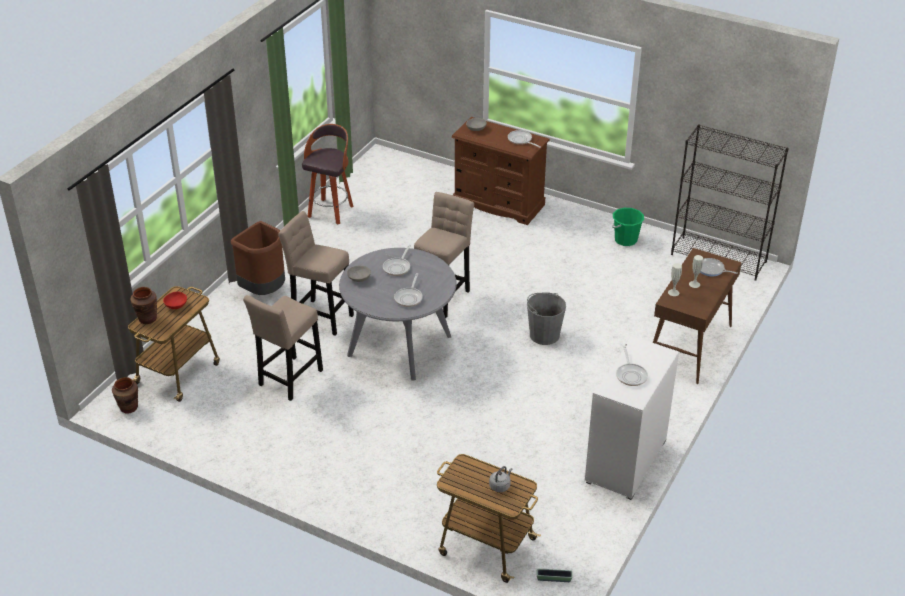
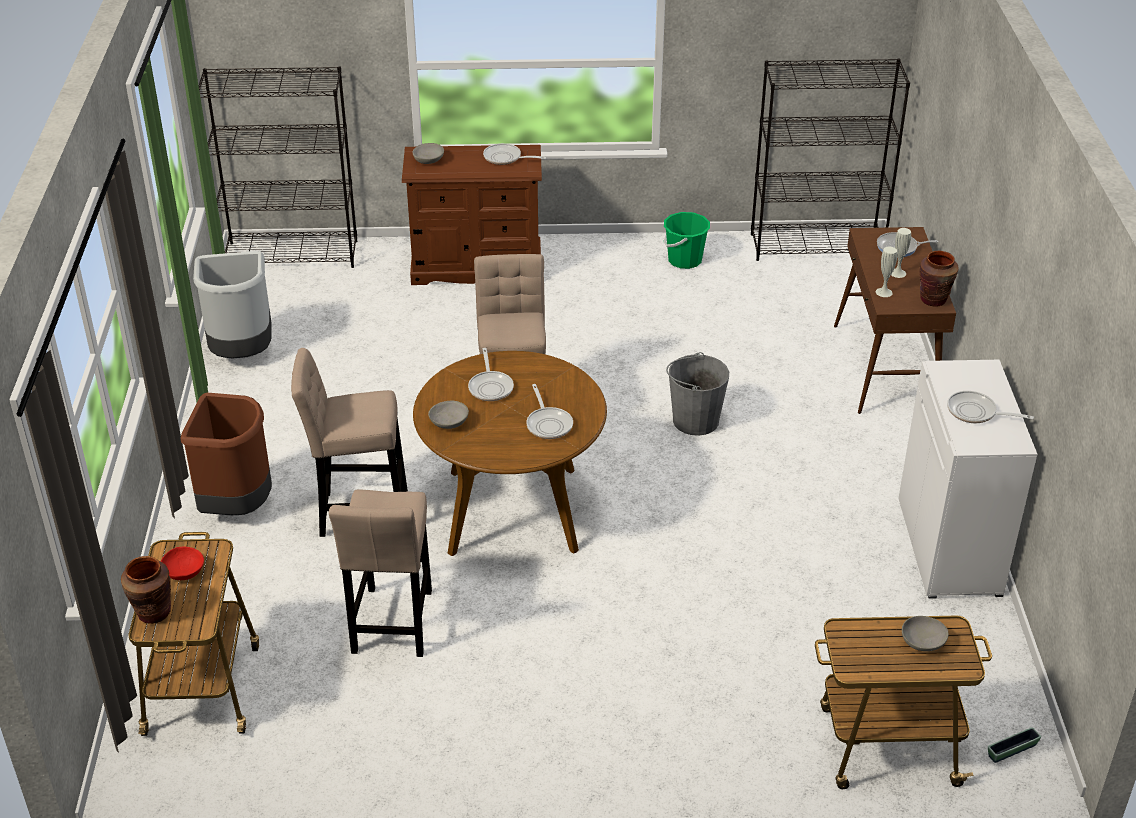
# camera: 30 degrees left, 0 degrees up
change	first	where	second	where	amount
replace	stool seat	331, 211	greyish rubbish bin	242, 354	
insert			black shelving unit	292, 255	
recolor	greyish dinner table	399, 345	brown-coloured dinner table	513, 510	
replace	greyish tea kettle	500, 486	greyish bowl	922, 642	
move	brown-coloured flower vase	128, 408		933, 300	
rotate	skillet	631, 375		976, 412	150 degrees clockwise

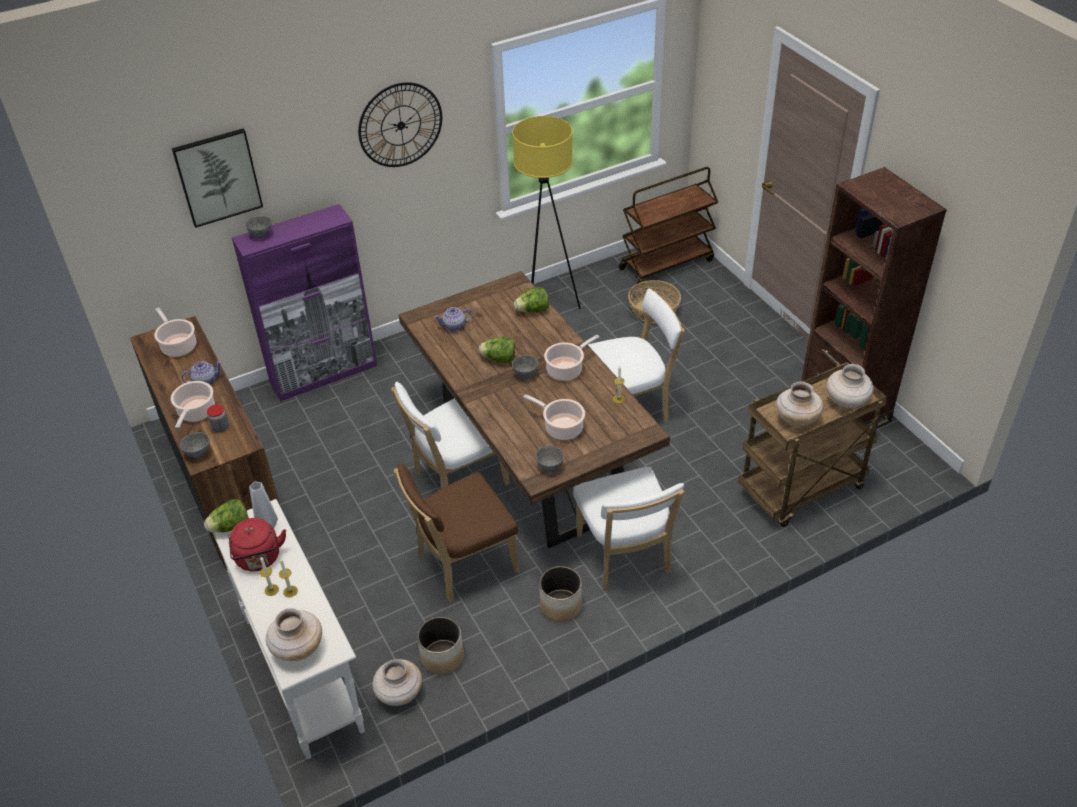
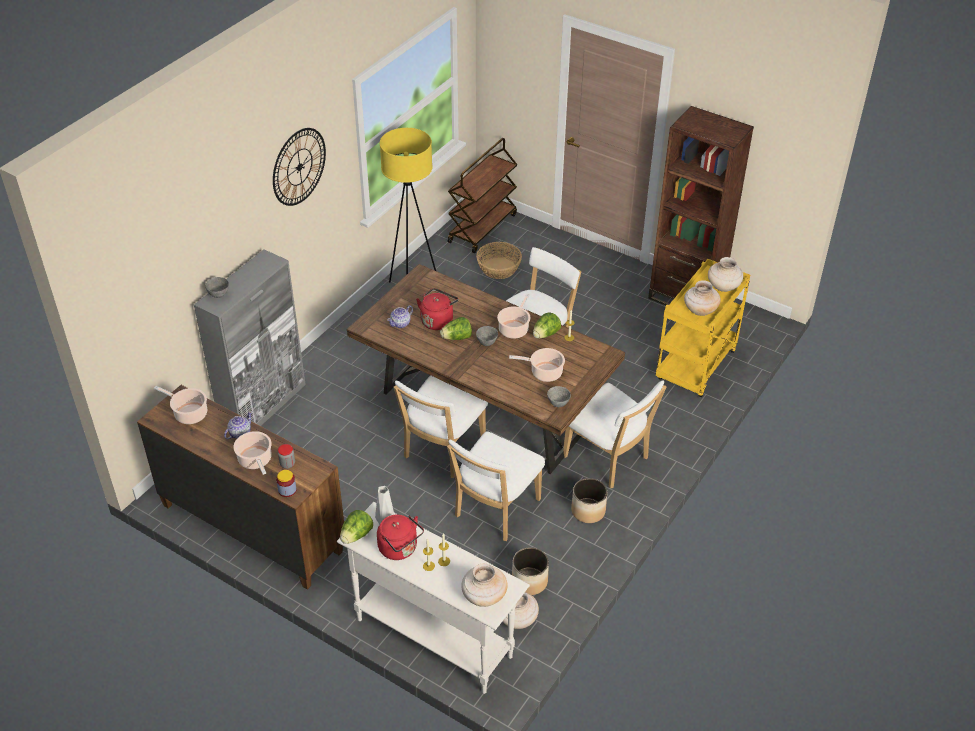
# camera: 30 degrees left, 0 degrees up
change	first	where	second	where	amount
recolor	purplish cabinet	324, 373	greyish cabinet	264, 406	
replace	greyish bowl	198, 454	jar	287, 490	
insert			reddish tea kettle	437, 320	
recolor	brown-coloured chair	463, 564	white chair	494, 510	
move	head of lettuce	532, 310		545, 334	
recolor	brown-coloured cart	801, 490	yellow cart	696, 367	
delete	wall art	218, 177			

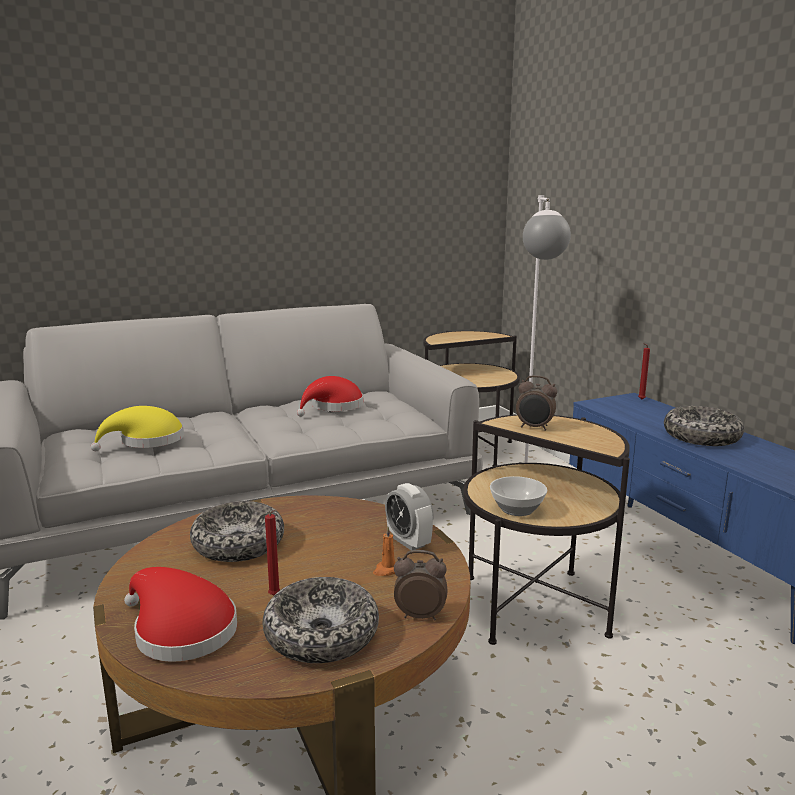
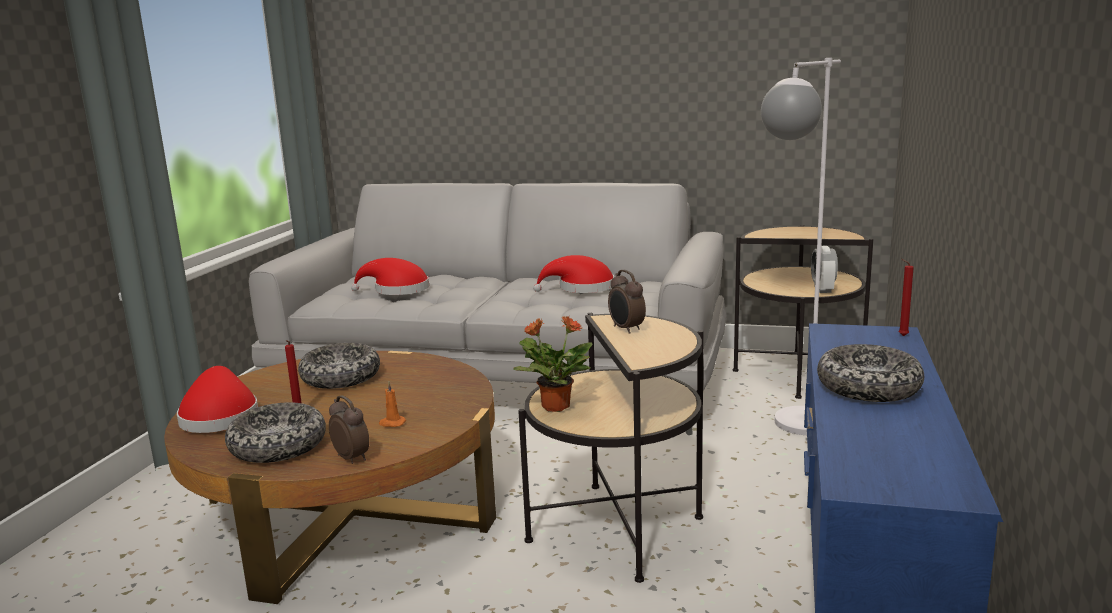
# camera: 40 degrees right, 0 degrees up
change	first	where	second	where	amount
recolor	yellow hat	147, 441	reddish hat	397, 290	
replace	bowl	516, 509	houseplant	554, 406	
move	alarm clock	408, 542		822, 289	

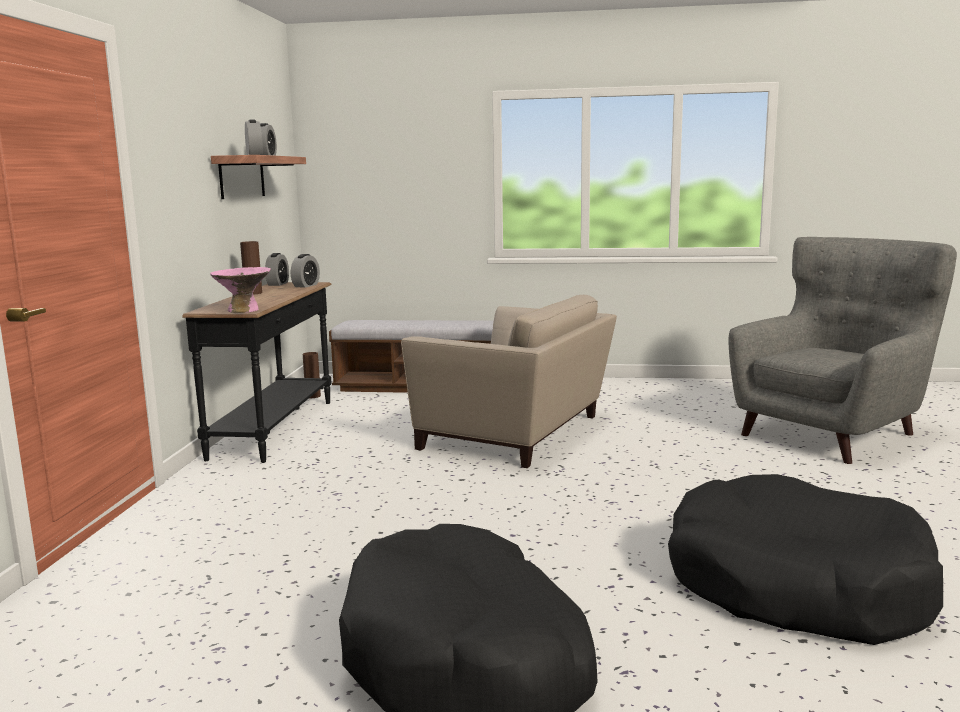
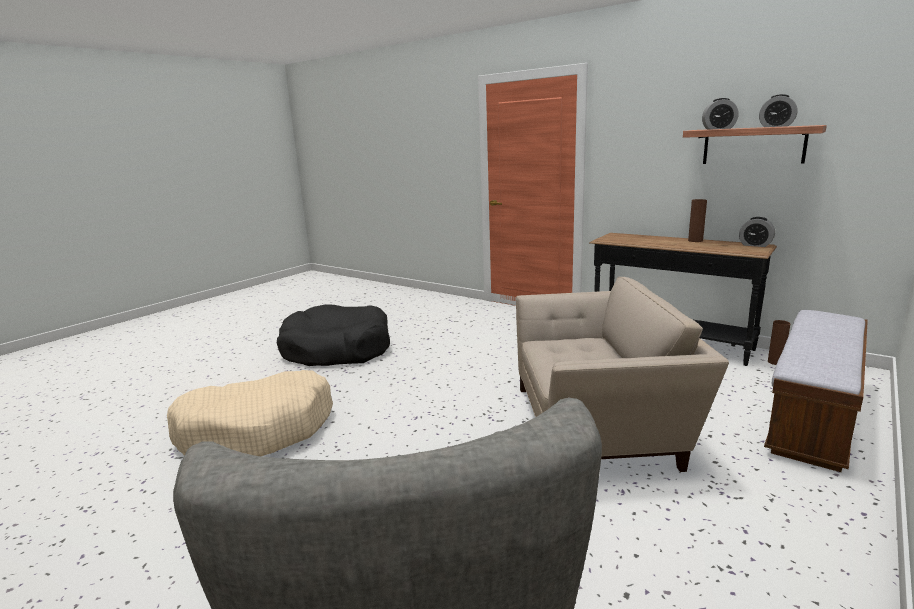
# camera: 120 degrees right, 5 degrees up
change	first	where	second	where	amount
recolor	black dog bed	795, 585	beige dog bed	257, 431	
rotate	beige easy chair	516, 433		599, 424	150 degrees counterclockwise
delete	pinkish bowl	244, 310			
delete	alarm clock	306, 285			

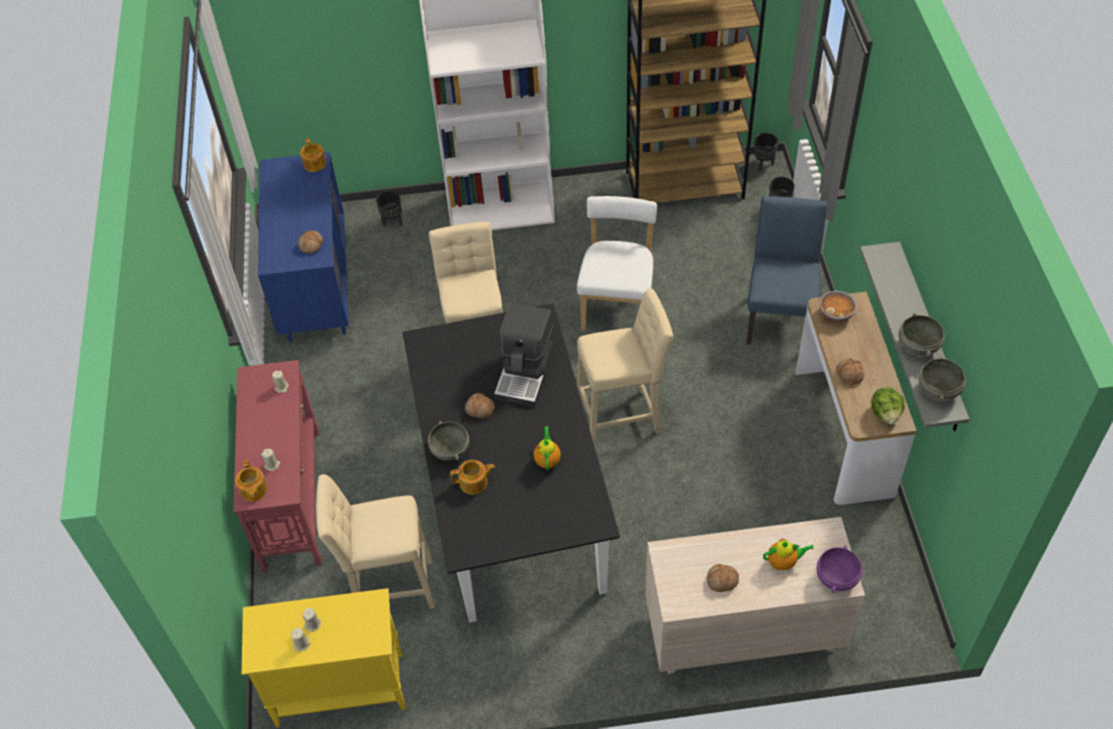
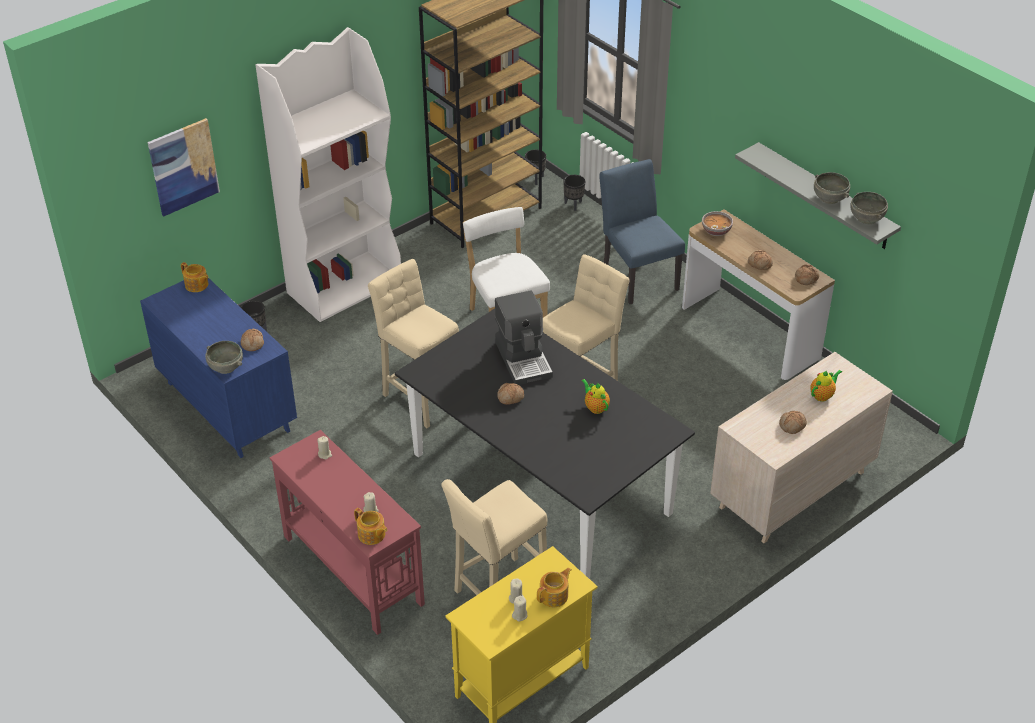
# camera: 35 degrees left, 10 degrees down
change	first	where	second	where	amount
insert			wall art	183, 167	
move	greyish bowl	449, 450		225, 367	
move	pot for tea	474, 483		554, 596	
replace	head of lettuce	886, 414	bread	806, 278	
delete	purplish bowl	837, 578			

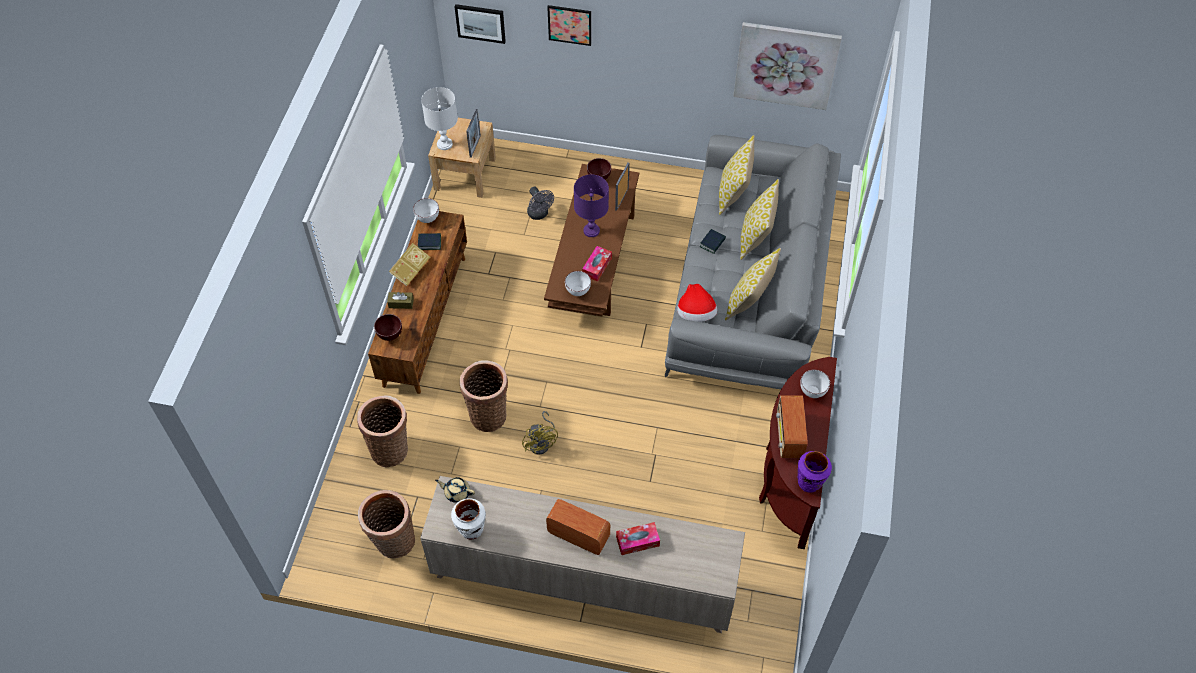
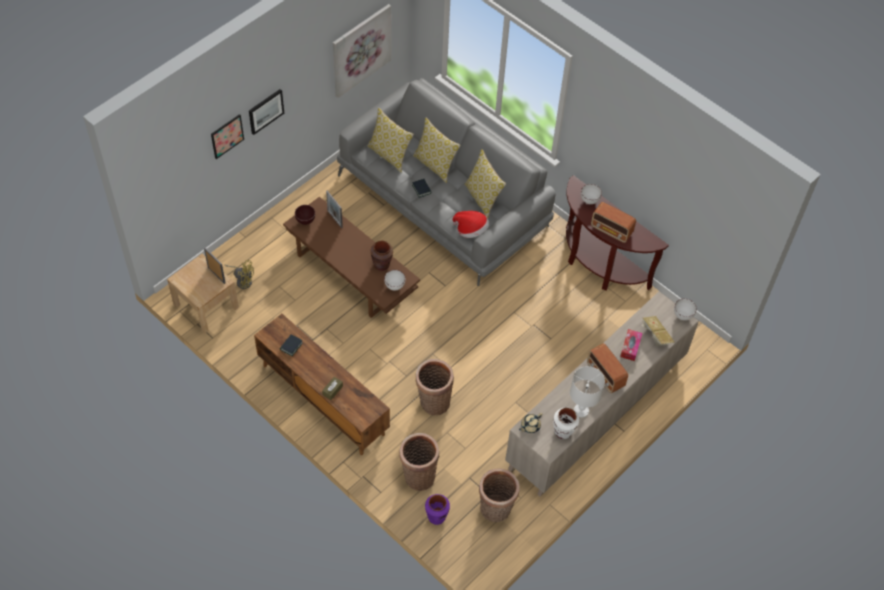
# camera: 60 degrees left, 0 degrees up
change	first	where	second	where	amount
move	yellow electric fan	542, 442		243, 280	
move	wall art	480, 23		265, 111	
replace	box of tissues	597, 266	brown-coloured flower vase	381, 264	
move	purplish flower vase	809, 482		436, 517	
move	white tabletop lamp	445, 144		581, 410	
rotate	radio receiver	578, 535		605, 376	90 degrees counterclockwise
move	book	410, 271		655, 336	
move	white bowl	428, 219		682, 316	
delete	brown-coloured bowl	391, 336			
delete	greyish electric fan	539, 214			
delete	purplish tabletop lamp	591, 231			

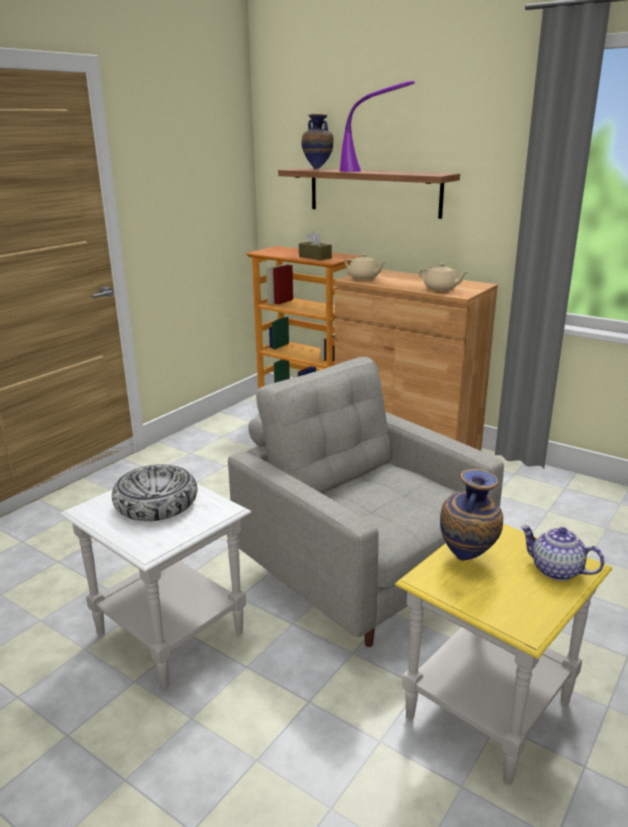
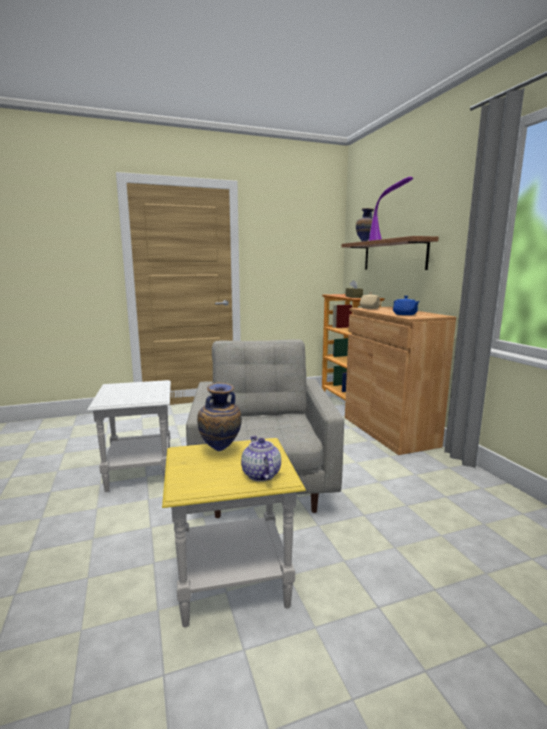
# camera: 35 degrees right, 10 degrees down
change	first	where	second	where	amount
recolor	beige pot for tea	441, 289	bluish pot for tea	405, 314	
delete	bowl	156, 503			

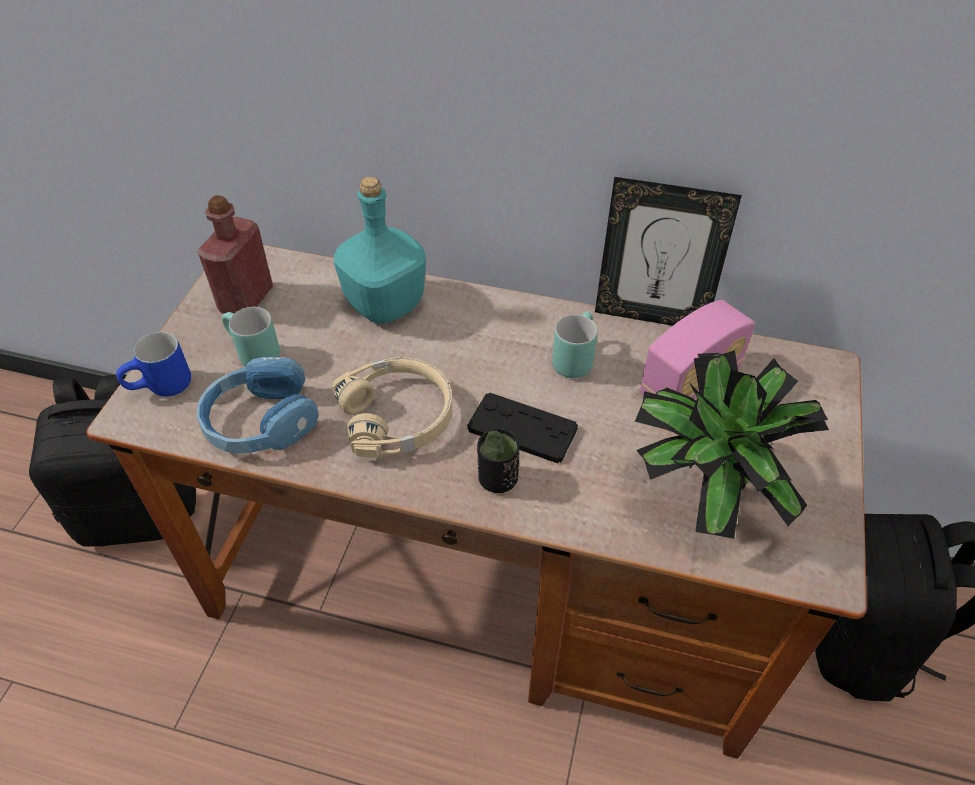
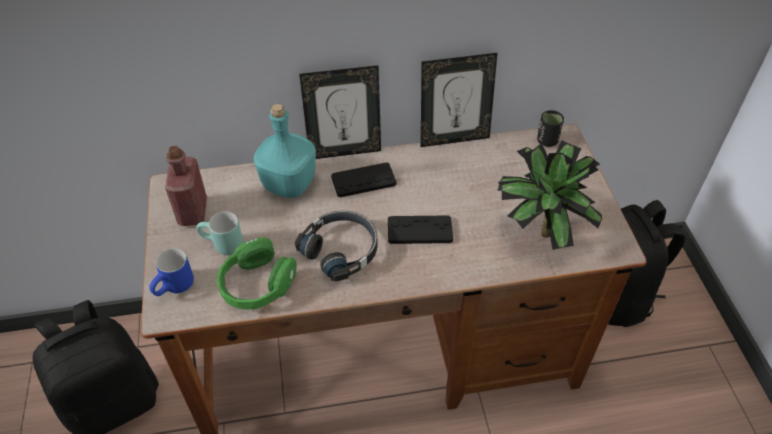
# camera: 25 degrees left, 0 degrees up
change	first	where	second	where	amount
recolor	bluish headphones	260, 422	greenish headphones	257, 284	
recolor	beige headphones	398, 416	black headphones	341, 249	
insert			standing frame	344, 151	
insert			black joypad	363, 181	
move	black cup	497, 479		547, 141	
delete	turquoise mug	572, 358			
delete	radio receiver	690, 382			

